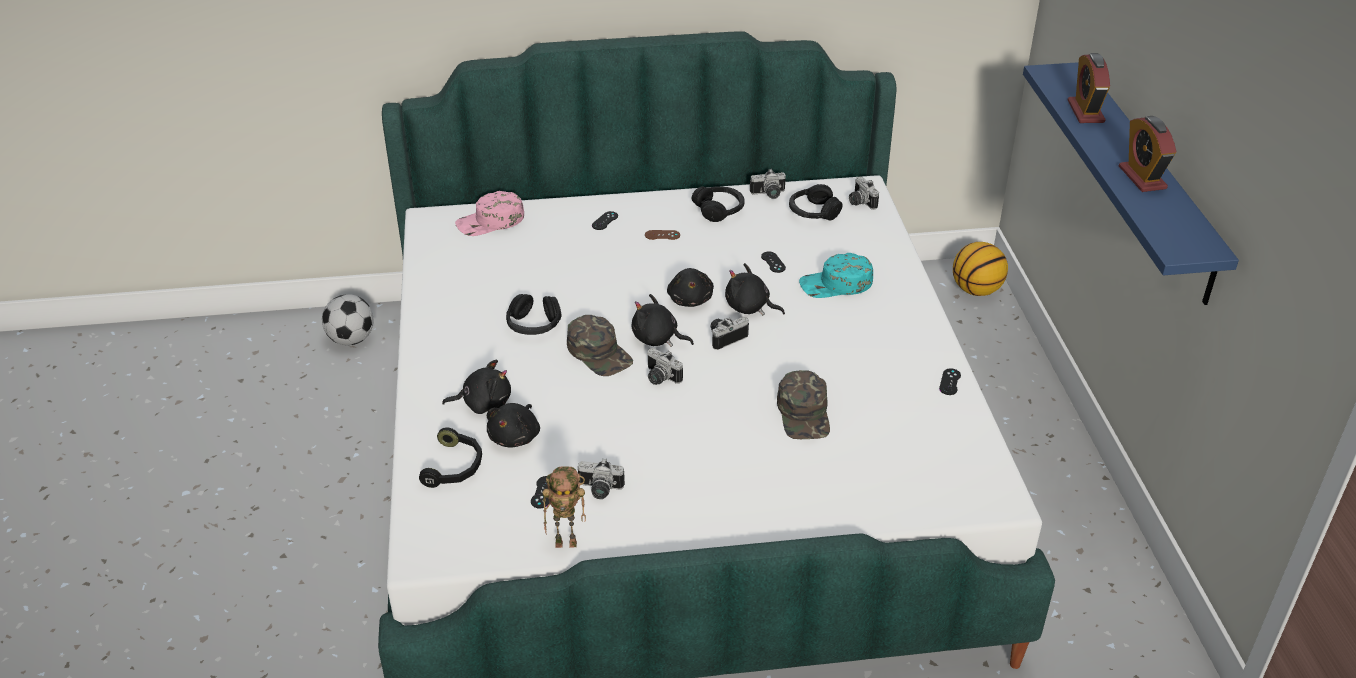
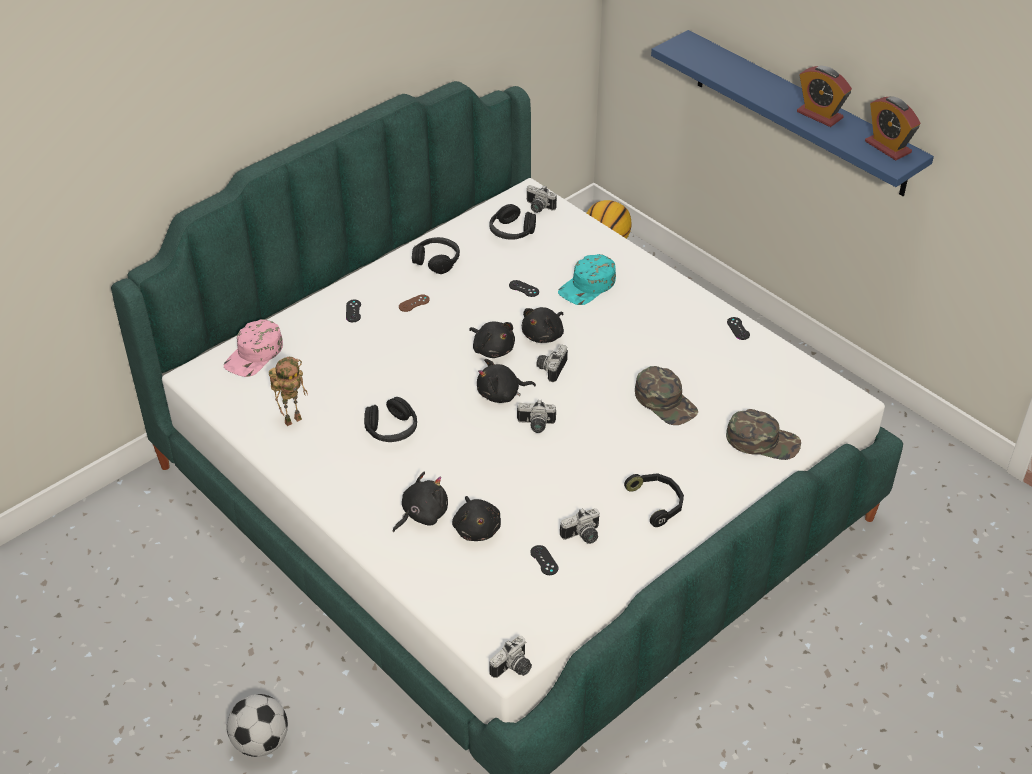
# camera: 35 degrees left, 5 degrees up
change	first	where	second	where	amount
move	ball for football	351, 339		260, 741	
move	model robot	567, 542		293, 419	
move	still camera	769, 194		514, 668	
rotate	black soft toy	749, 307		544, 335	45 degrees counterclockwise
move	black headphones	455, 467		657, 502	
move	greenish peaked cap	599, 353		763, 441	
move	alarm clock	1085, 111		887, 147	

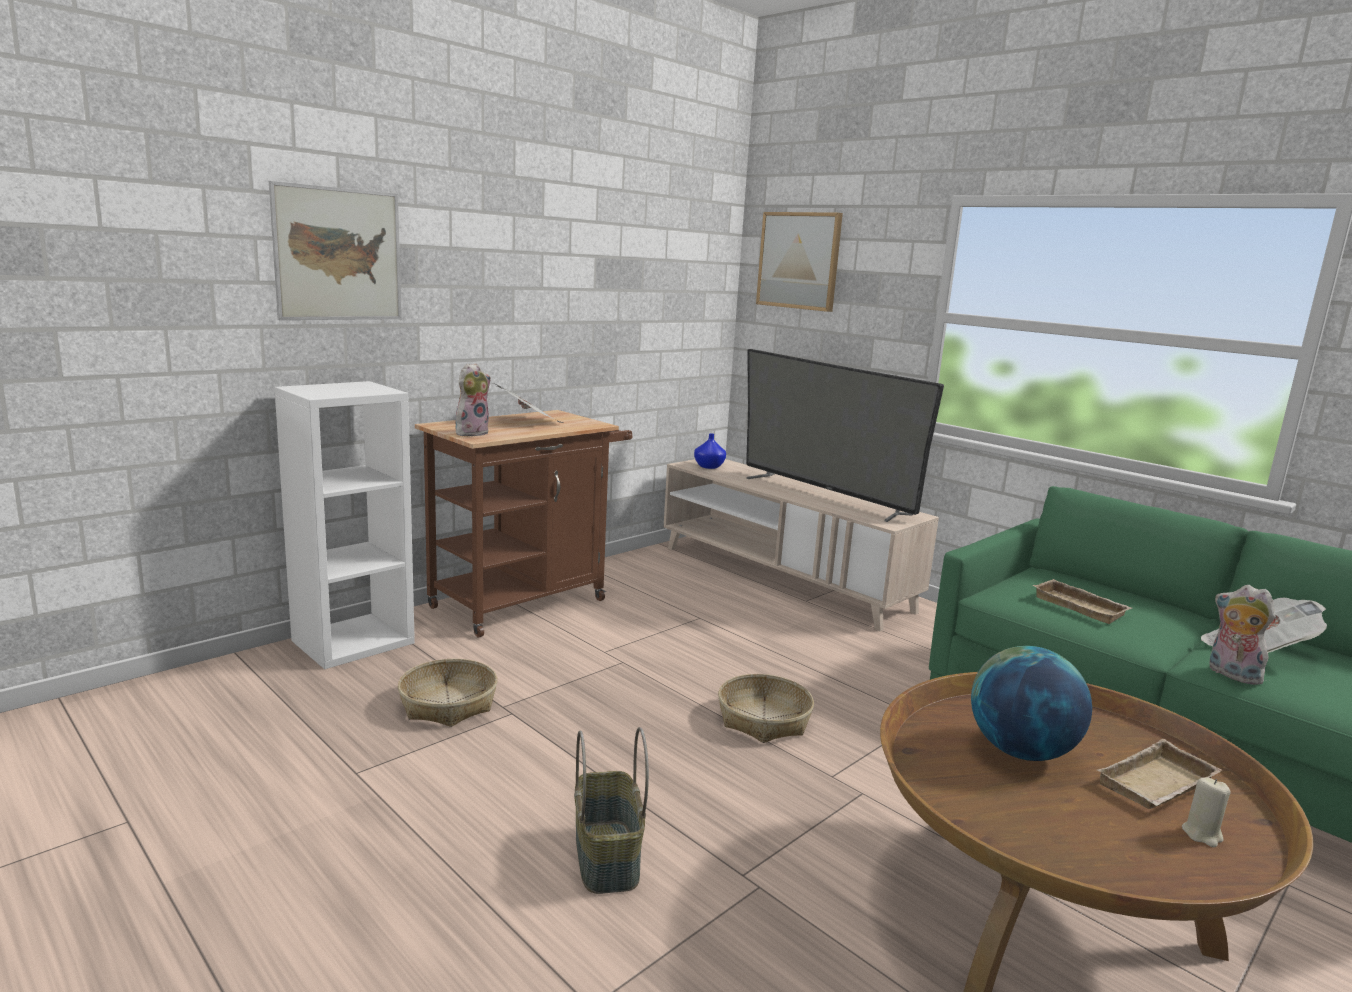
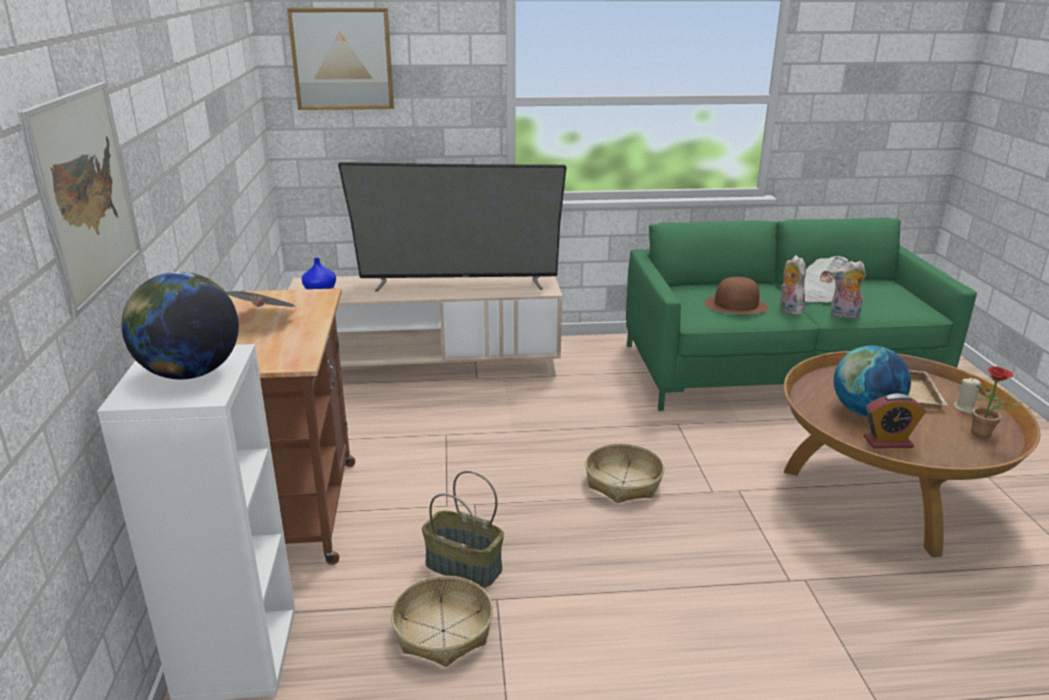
# camera: 50 degrees left, 10 degrees up
change	first	where	second	where	amount
insert			globe	189, 373	
move	basket	605, 856		462, 567	
replace	beige carrying tray	1082, 607	brown-coloured hat	736, 305	
move	soft toy	471, 433		788, 309	
insert			alarm clock	888, 442	
insert			houseplant	985, 435	

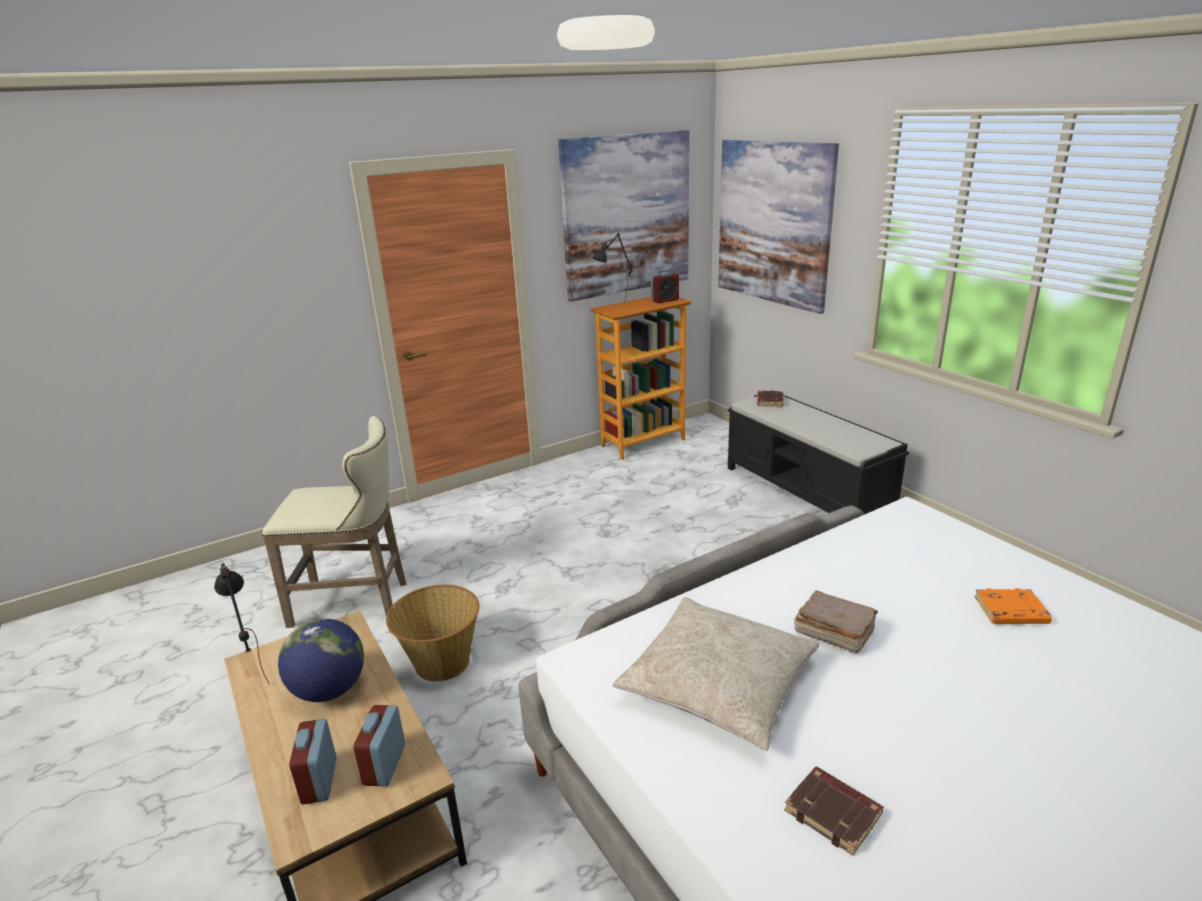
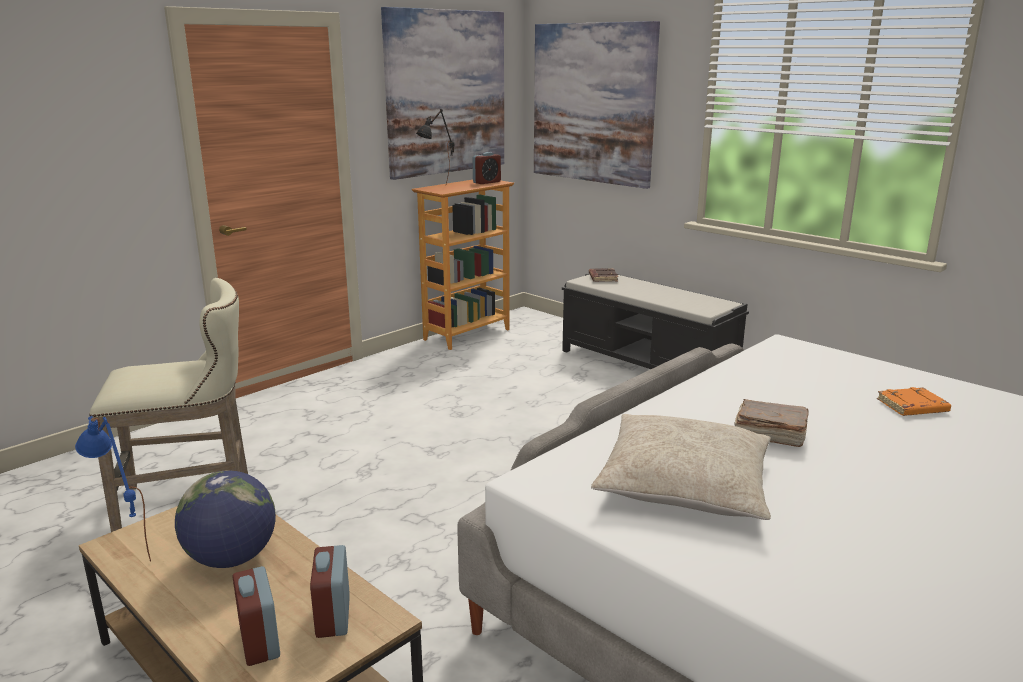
# camera: 15 degrees left, 5 degrees down
change	first	where	second	where	amount
recolor	black tabletop lamp	254, 671	bluish tabletop lamp	125, 551	
delete	basket	441, 662			
delete	brown-coloured book	834, 813			

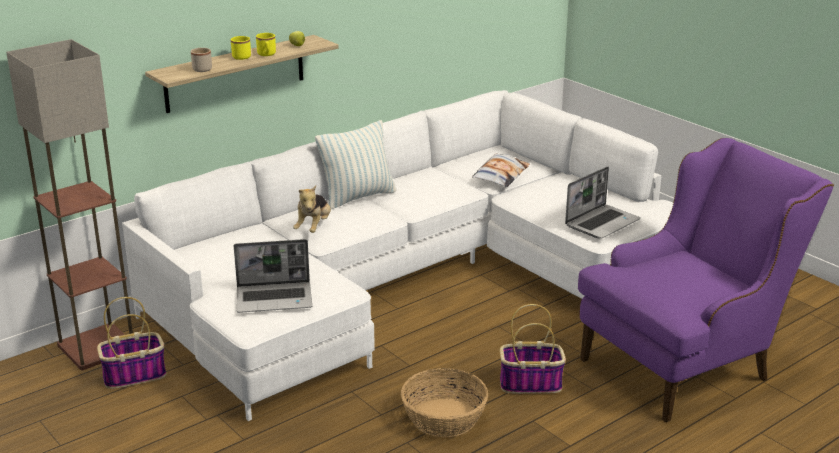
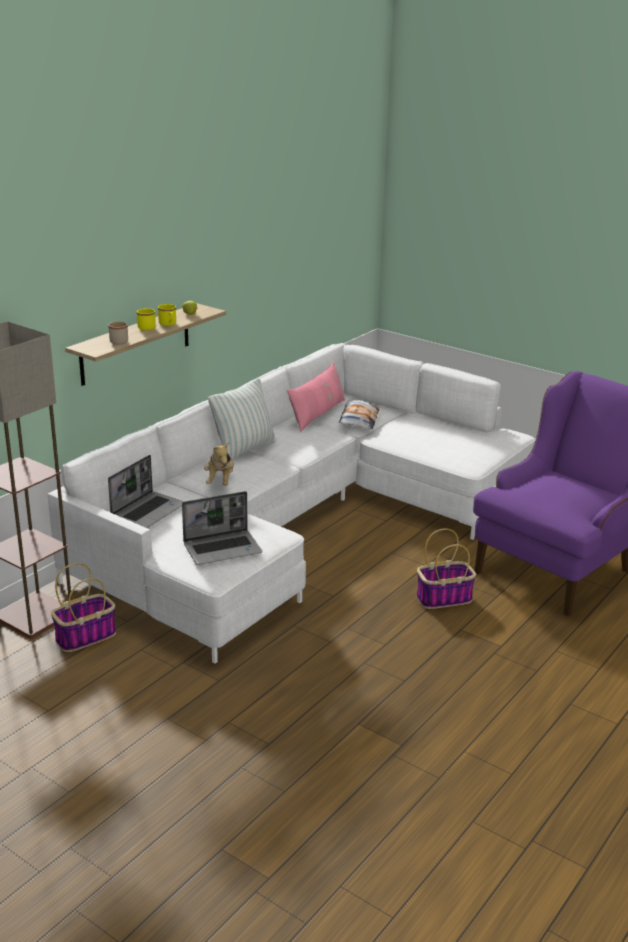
# camera: 15 degrees left, 0 degrees up
change	first	where	second	where	amount
move	notebook computer	602, 223		148, 511	
insert			pinkish throw pillow	317, 414	
delete	basket	444, 417			

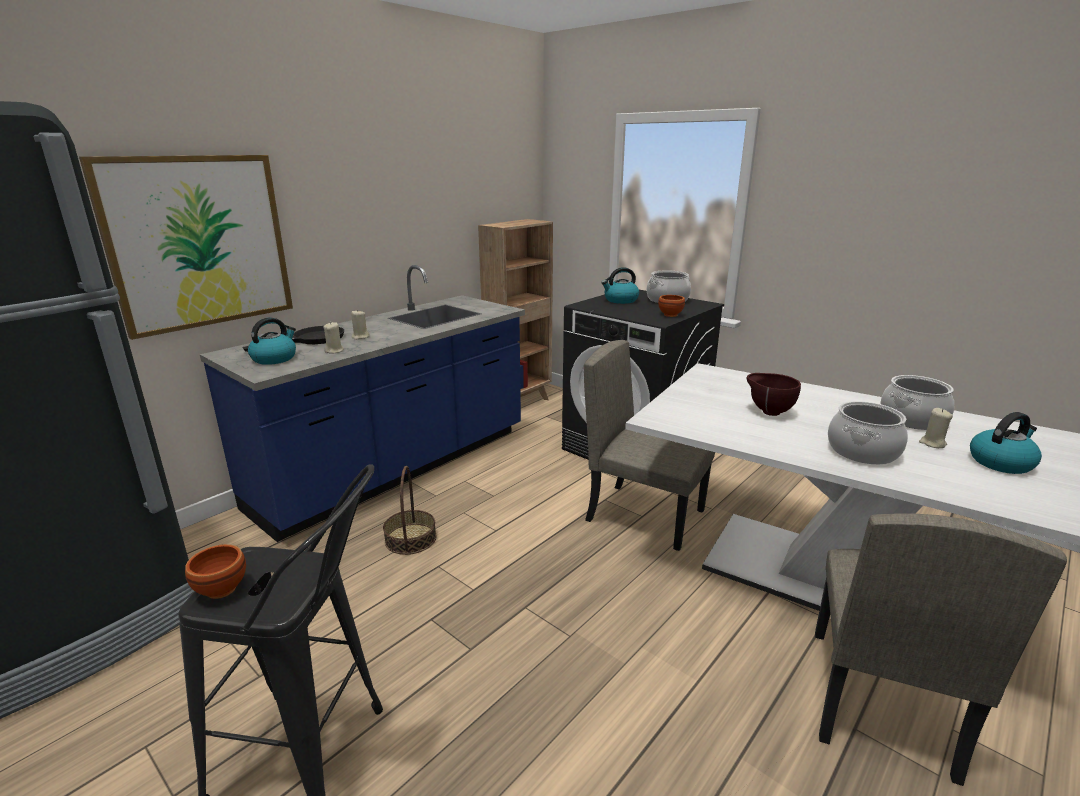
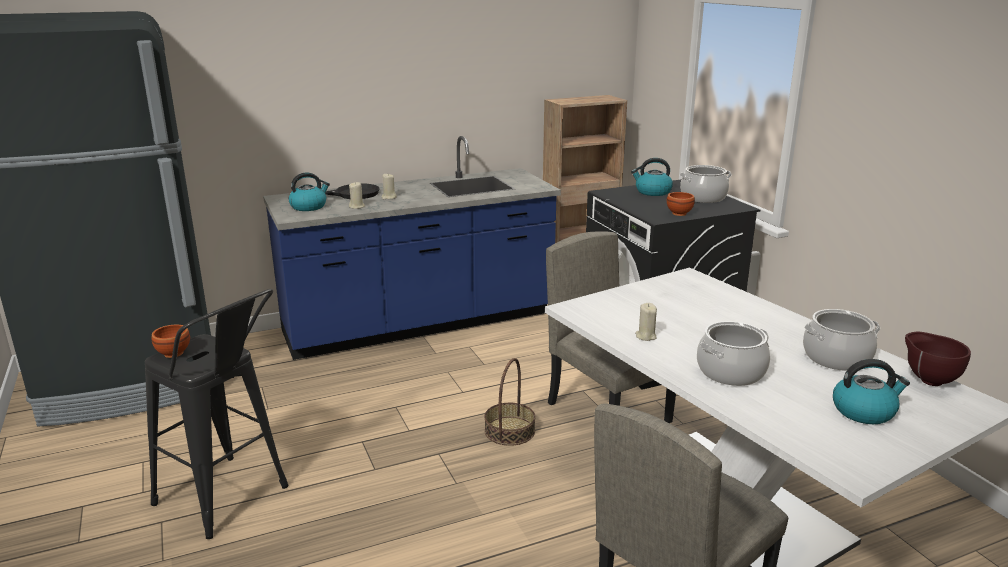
# camera: 25 degrees right, 0 degrees up
change	first	where	second	where	amount
move	basket	410, 539		509, 431	
move	beige wax candle	932, 443		645, 336	
move	brown-coloured bowl	768, 412		928, 380	
delete	wall art	199, 242			

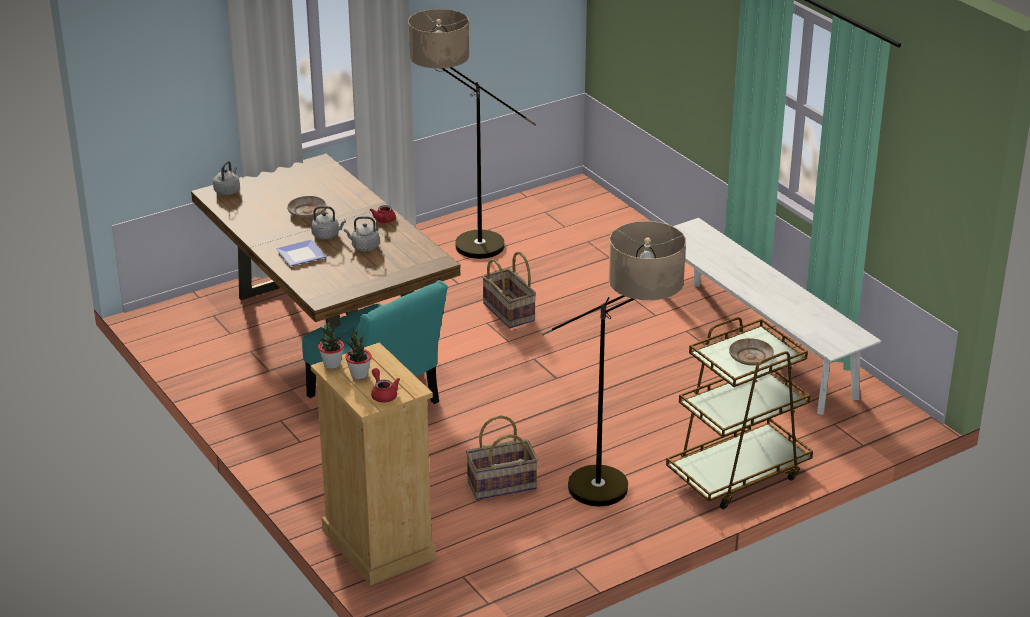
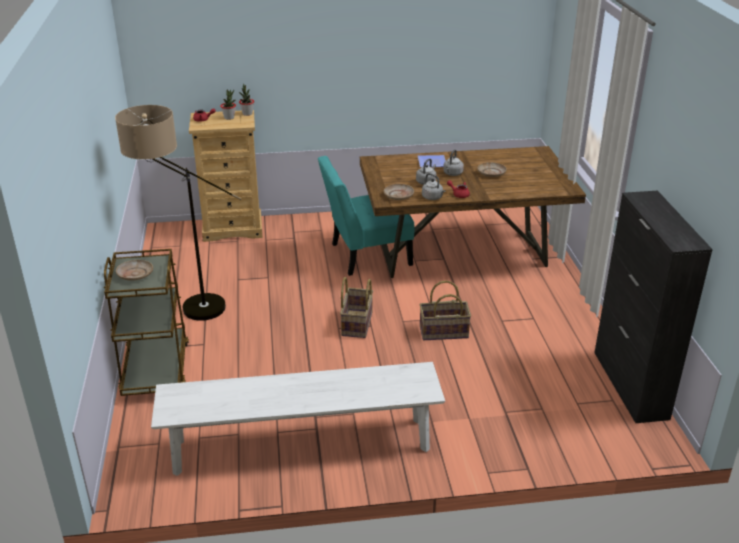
# camera: 115 degrees right, 0 degrees up
change	first	where	second	where	amount
move	basket	501, 485		356, 323	
insert			beige flat dish	398, 196	
move	greyish tea kettle	227, 191		433, 198	
insert			black cabinet	630, 385	
delete	standing lamp	460, 248			

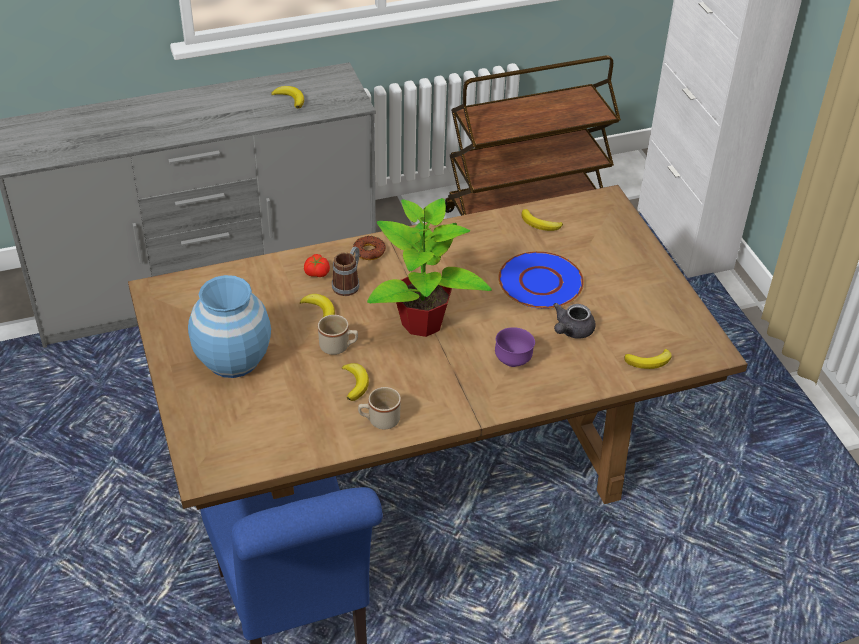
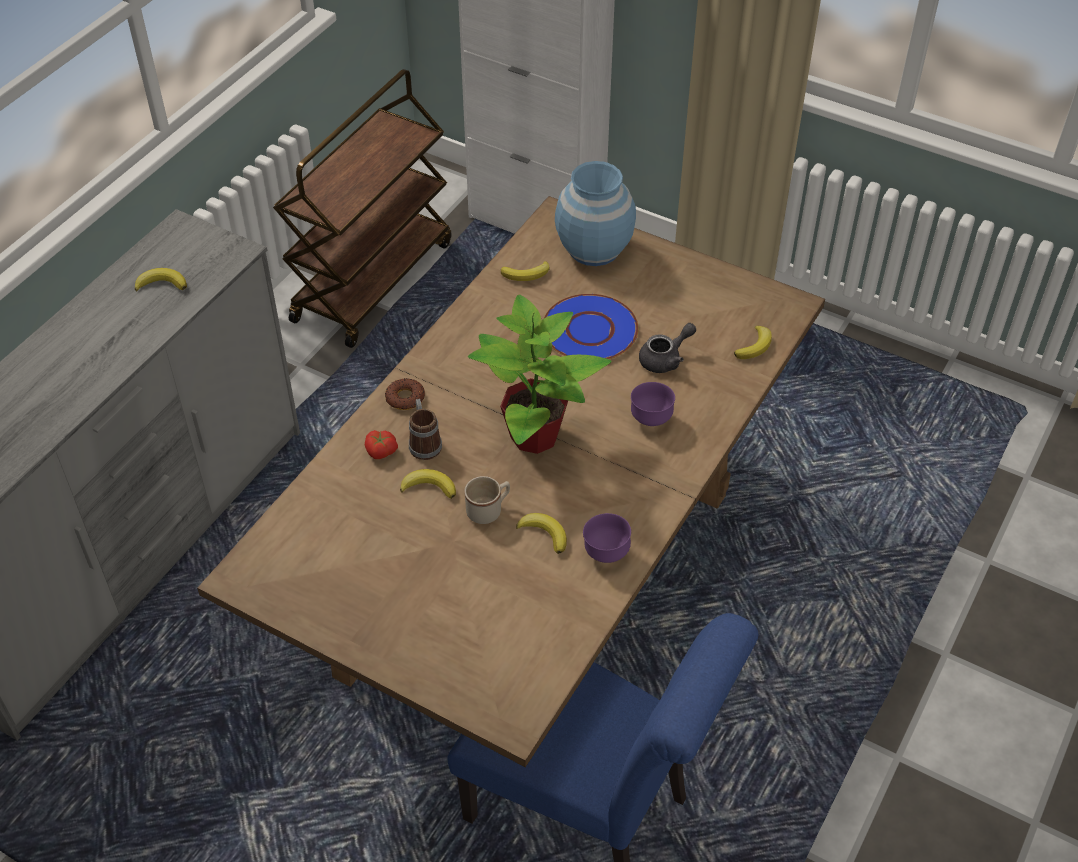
# camera: 40 degrees left, 5 degrees up
change	first	where	second	where	amount
move	bluish flower vase	233, 359		594, 248	
replace	beige mug	379, 420	purplish bowl	606, 553	
rotate	greyish pot for tea	571, 331		665, 359	120 degrees counterclockwise

